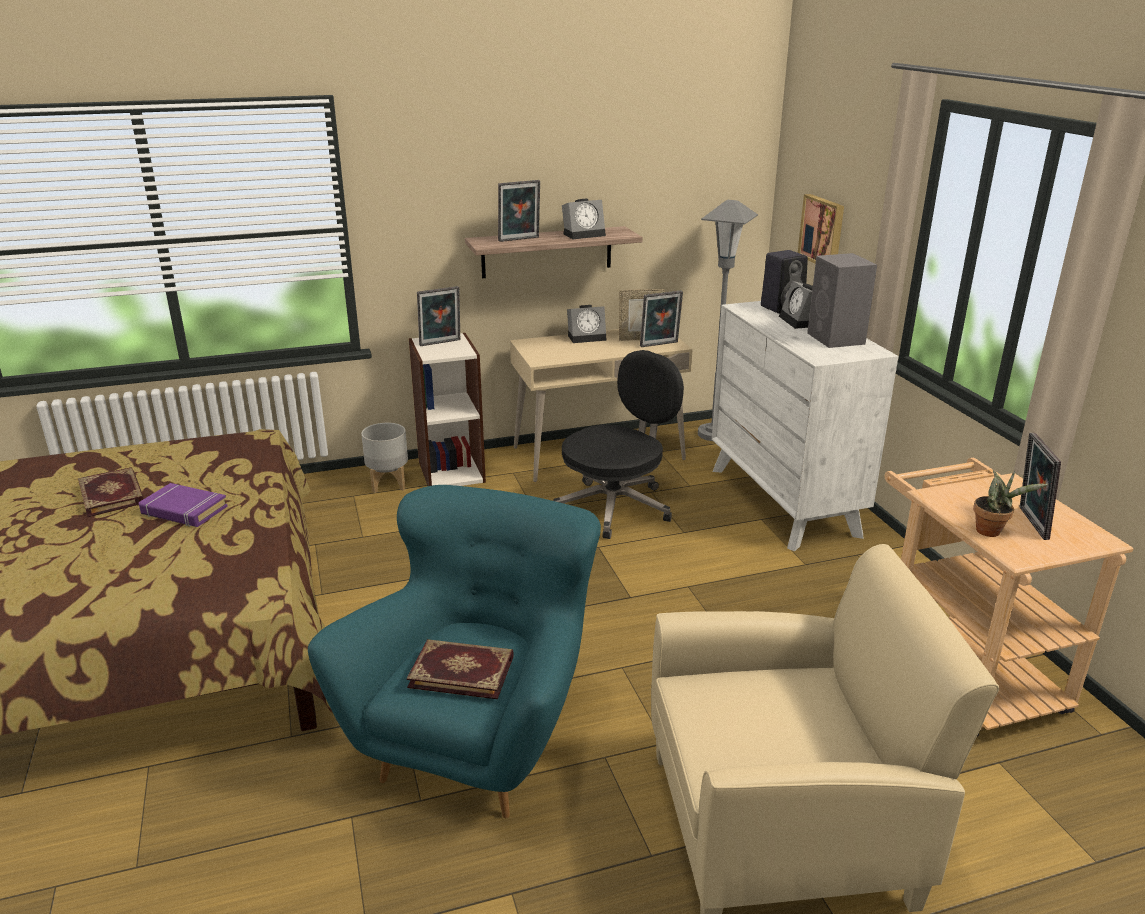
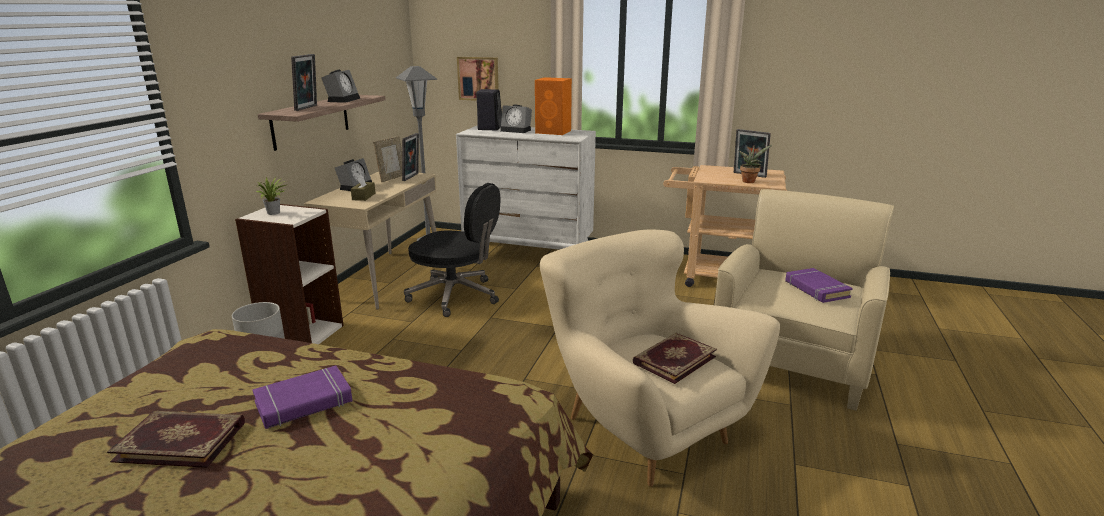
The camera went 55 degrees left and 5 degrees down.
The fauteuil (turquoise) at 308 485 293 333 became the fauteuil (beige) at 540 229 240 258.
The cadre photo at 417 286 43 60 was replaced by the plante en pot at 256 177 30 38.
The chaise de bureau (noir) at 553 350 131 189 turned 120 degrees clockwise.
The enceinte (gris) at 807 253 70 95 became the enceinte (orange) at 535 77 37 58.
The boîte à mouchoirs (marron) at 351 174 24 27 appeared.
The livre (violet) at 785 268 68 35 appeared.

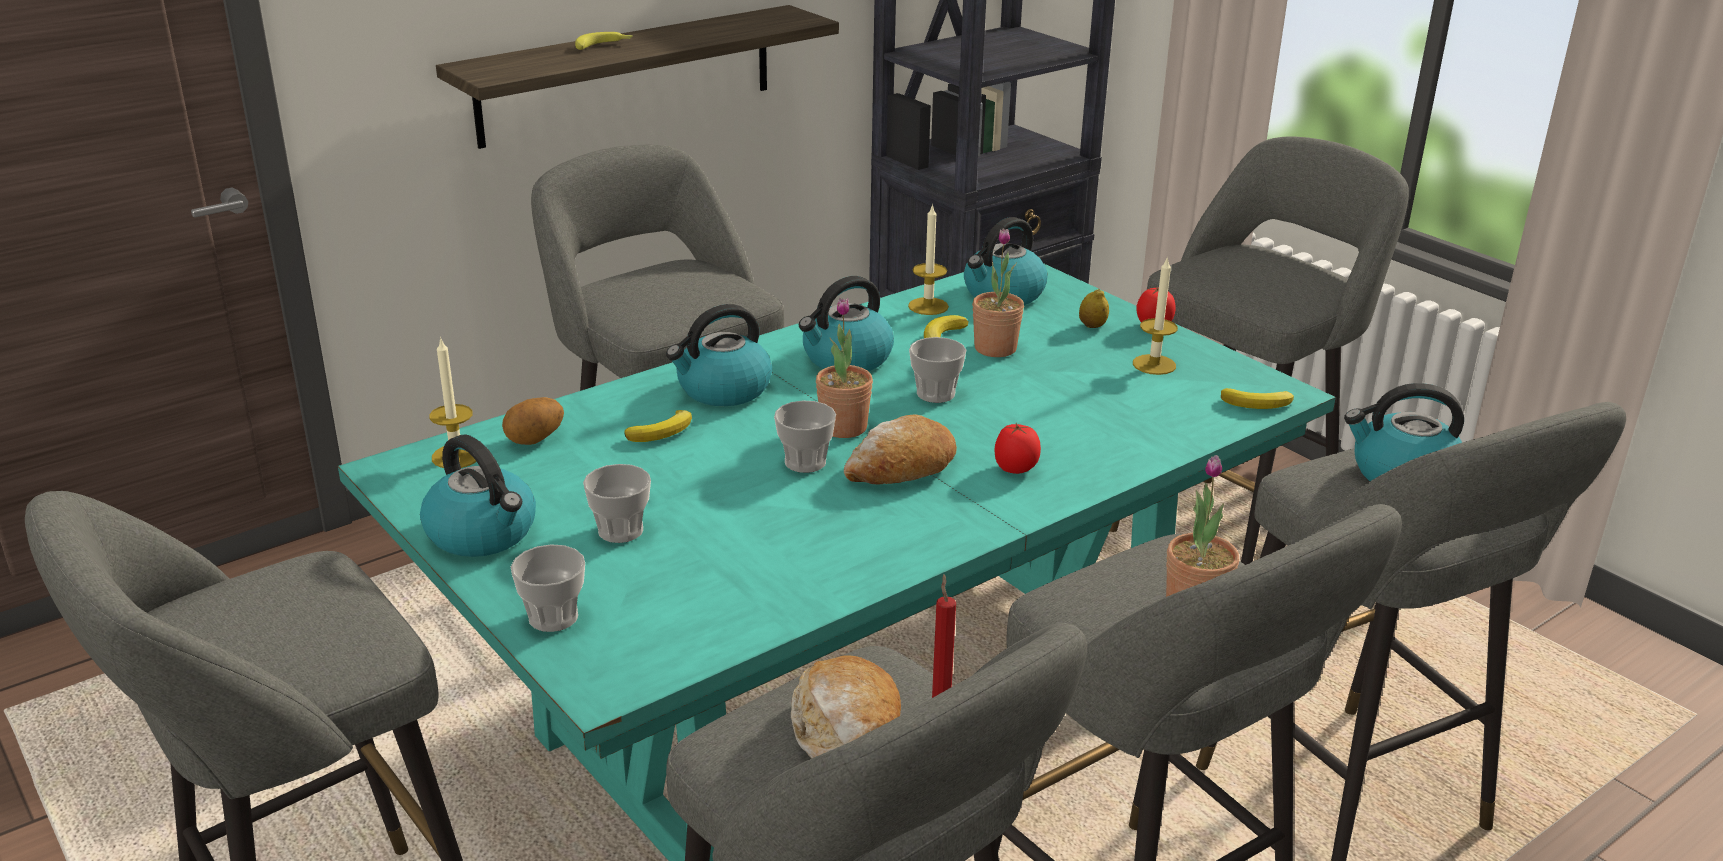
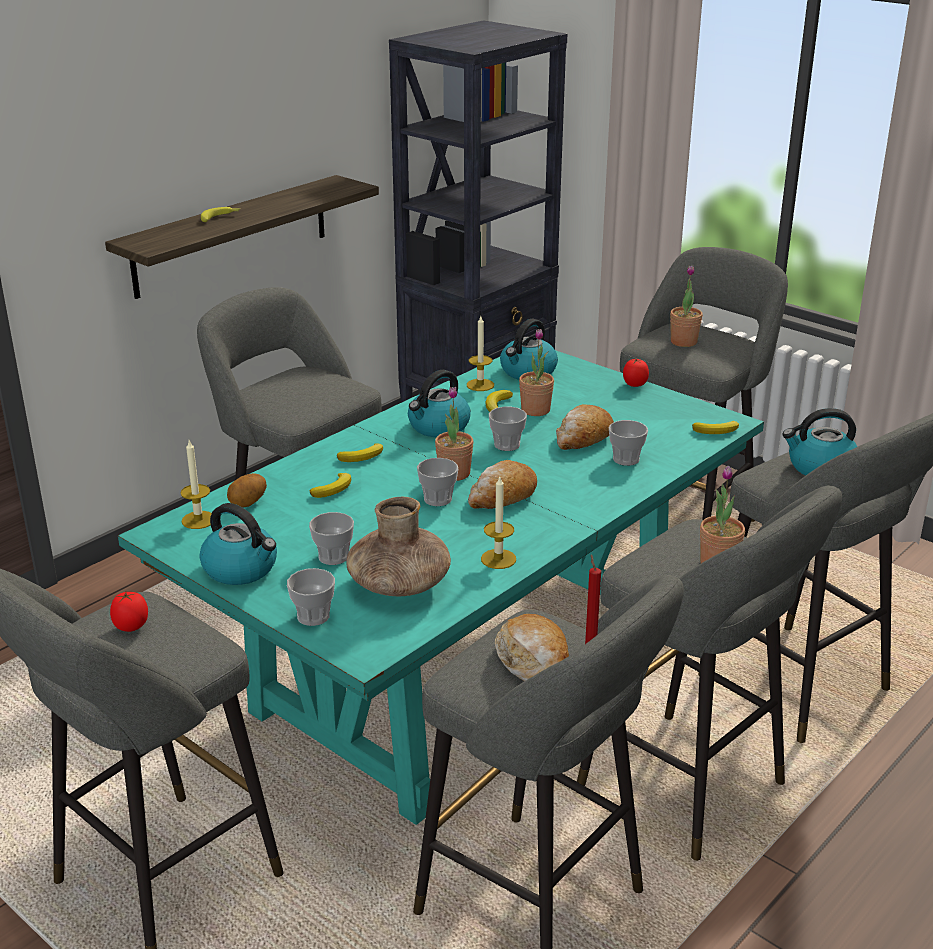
The camera went 10 degrees left and 0 degrees up.
The bouilloire at 666 304 106 102 was replaced by the banane at 337 443 46 19.
The tomate moved from 994 423 47 51 to 110 592 38 40.
The citron at 1079 289 30 39 disappeared.
The bougie moved from 1133 256 45 119 to 481 477 35 92.
The vase (marron) at 347 497 104 99 appeared.
The pain at 556 404 58 46 appeared.
The tasse at 609 420 39 46 appeared.
The plante en pot at 670 266 33 81 appeared.

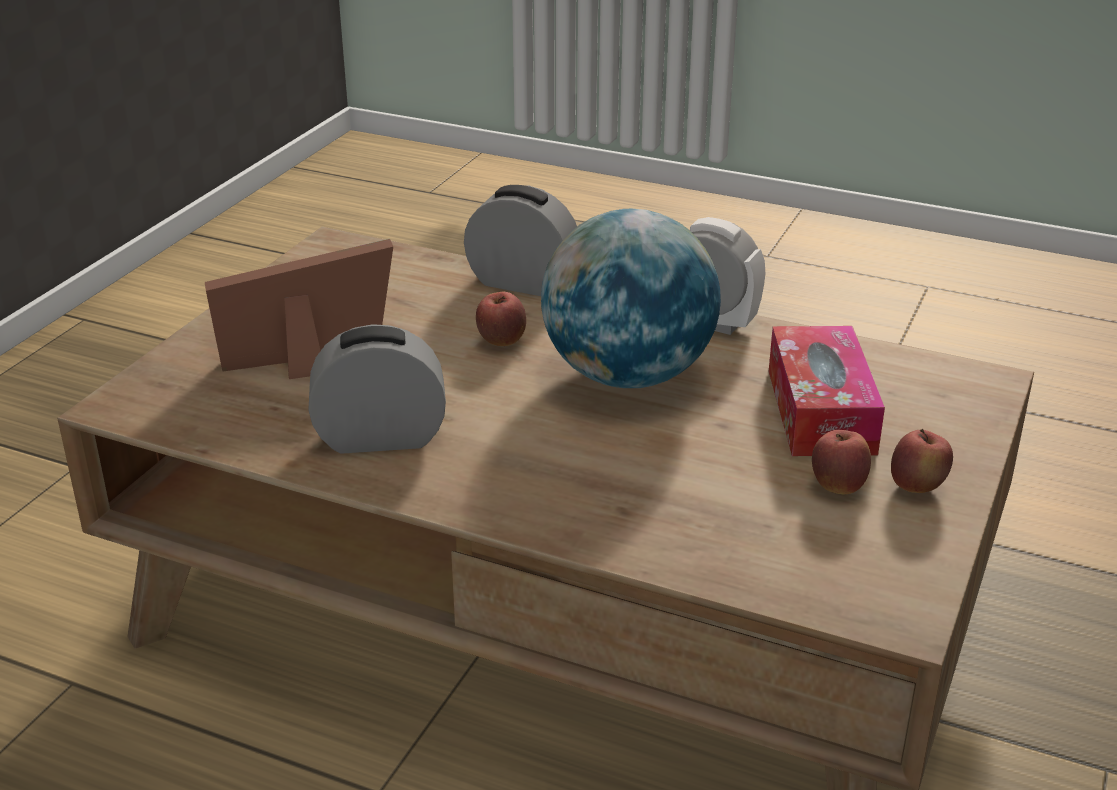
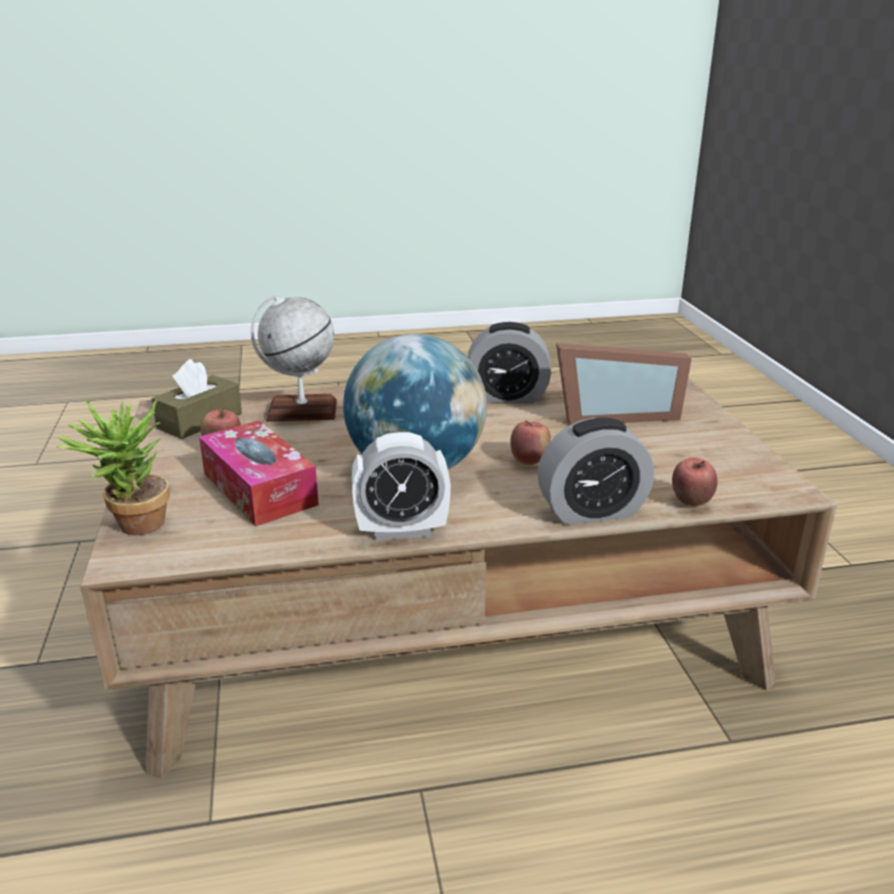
The camera went 145 degrees right and 5 degrees down.
The cadre photo at 205 239 188 140 turned 45 degrees clockwise.
The réveil at 308 324 138 130 turned 45 degrees clockwise.
The pomme moved from 891 429 62 64 to 672 457 46 49.
The plante en pot at 57 399 113 136 appeared.
The boîte à mouchoirs (marron) at 151 359 91 80 appeared.
The globe at 251 294 86 128 appeared.

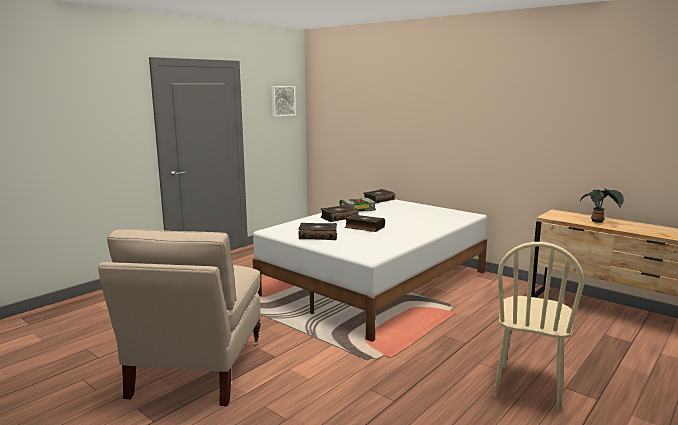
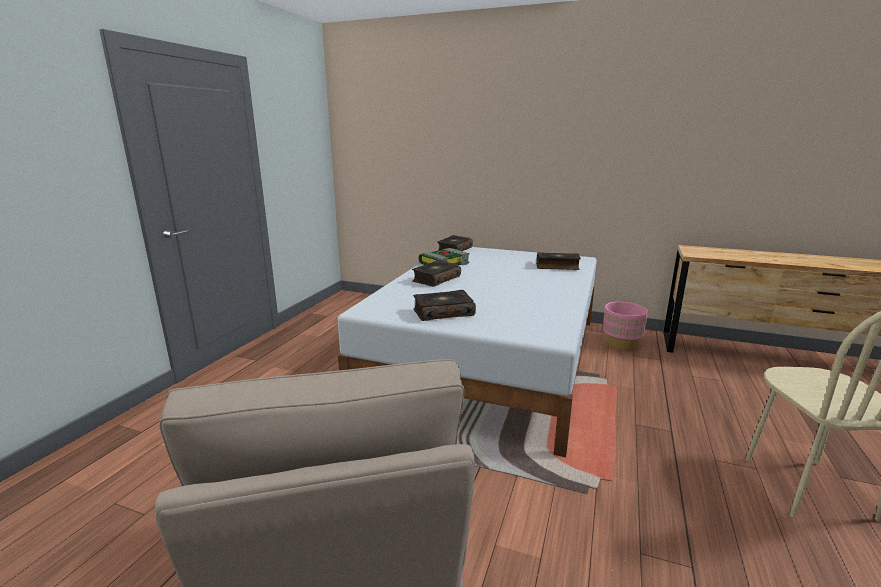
The camera went 20 degrees left and 5 degrees up.
The tableau at 271 86 25 31 disappeared.
The livre moved from 345 214 40 18 to 536 252 45 18.
The plante en pot at 580 188 44 35 disappeared.
The cache-pot (rose) at 603 302 45 48 appeared.

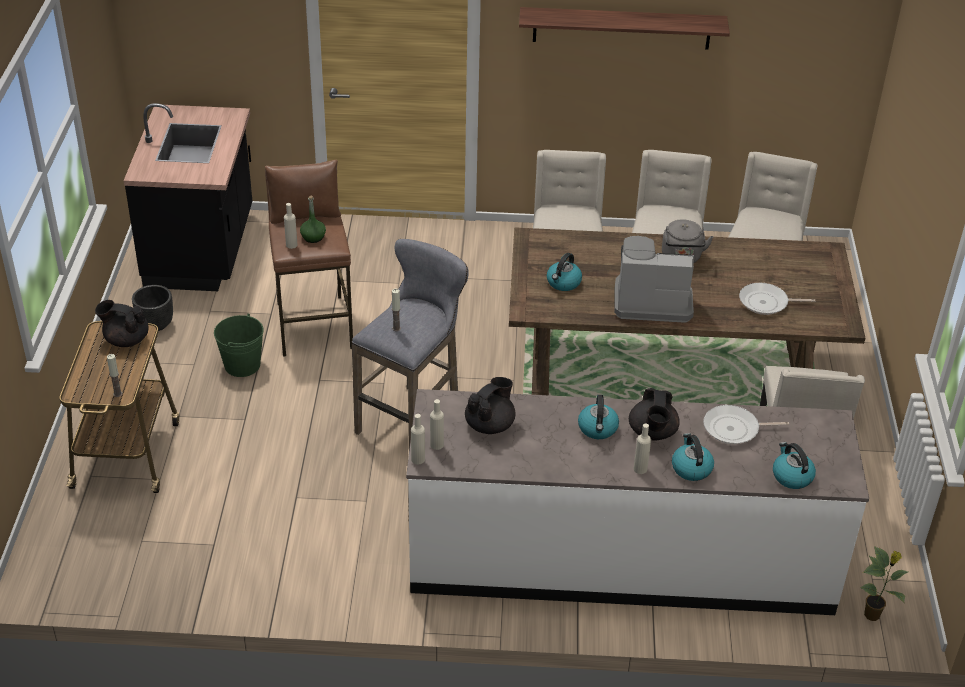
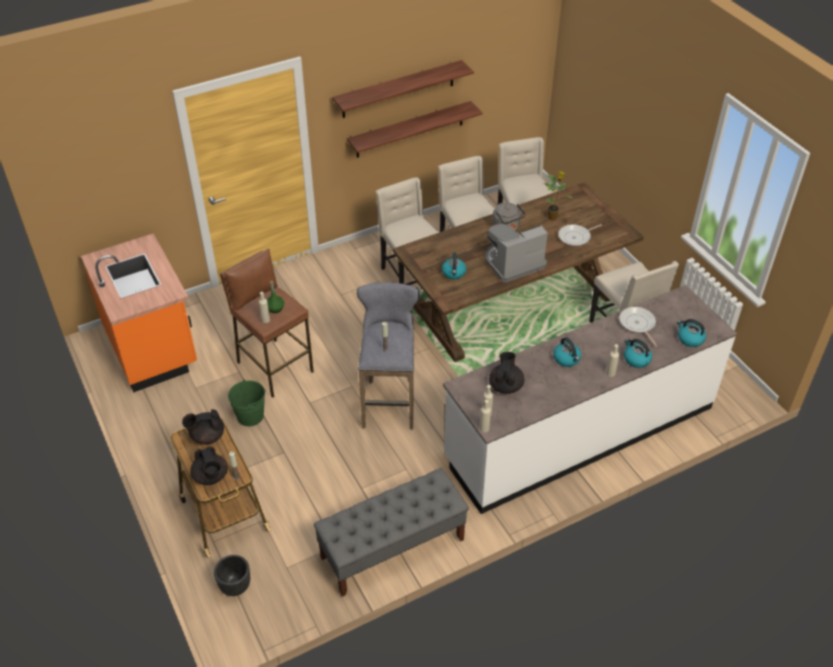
The camera went 30 degrees left and 5 degrees up.
The comptoir de cuisine (noir) at 124 103 128 188 became the comptoir de cuisine (orange) at 81 233 116 160.
The cache-pot (noir) moved from 132 285 41 46 to 214 555 36 41.
The théière (noir) moved from 629 388 51 53 to 190 447 38 38.
The poêle at 703 405 86 39 turned 105 degrees clockwise.
The plante en pot moved from 860 546 48 75 to 542 171 31 49.
The banc (gris) at 314 468 155 129 appeared.
The étagère at 347 101 136 57 appeared.

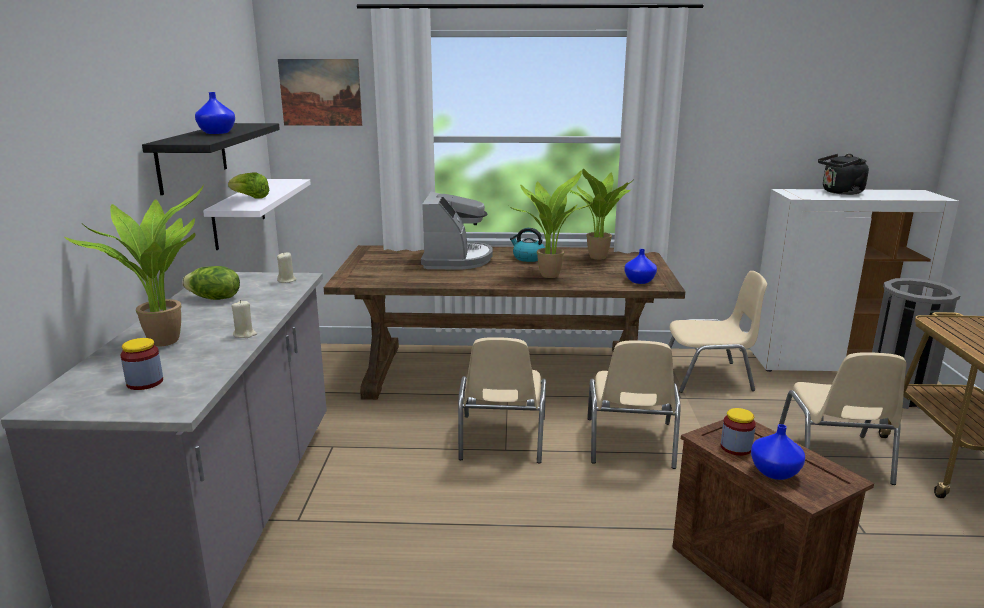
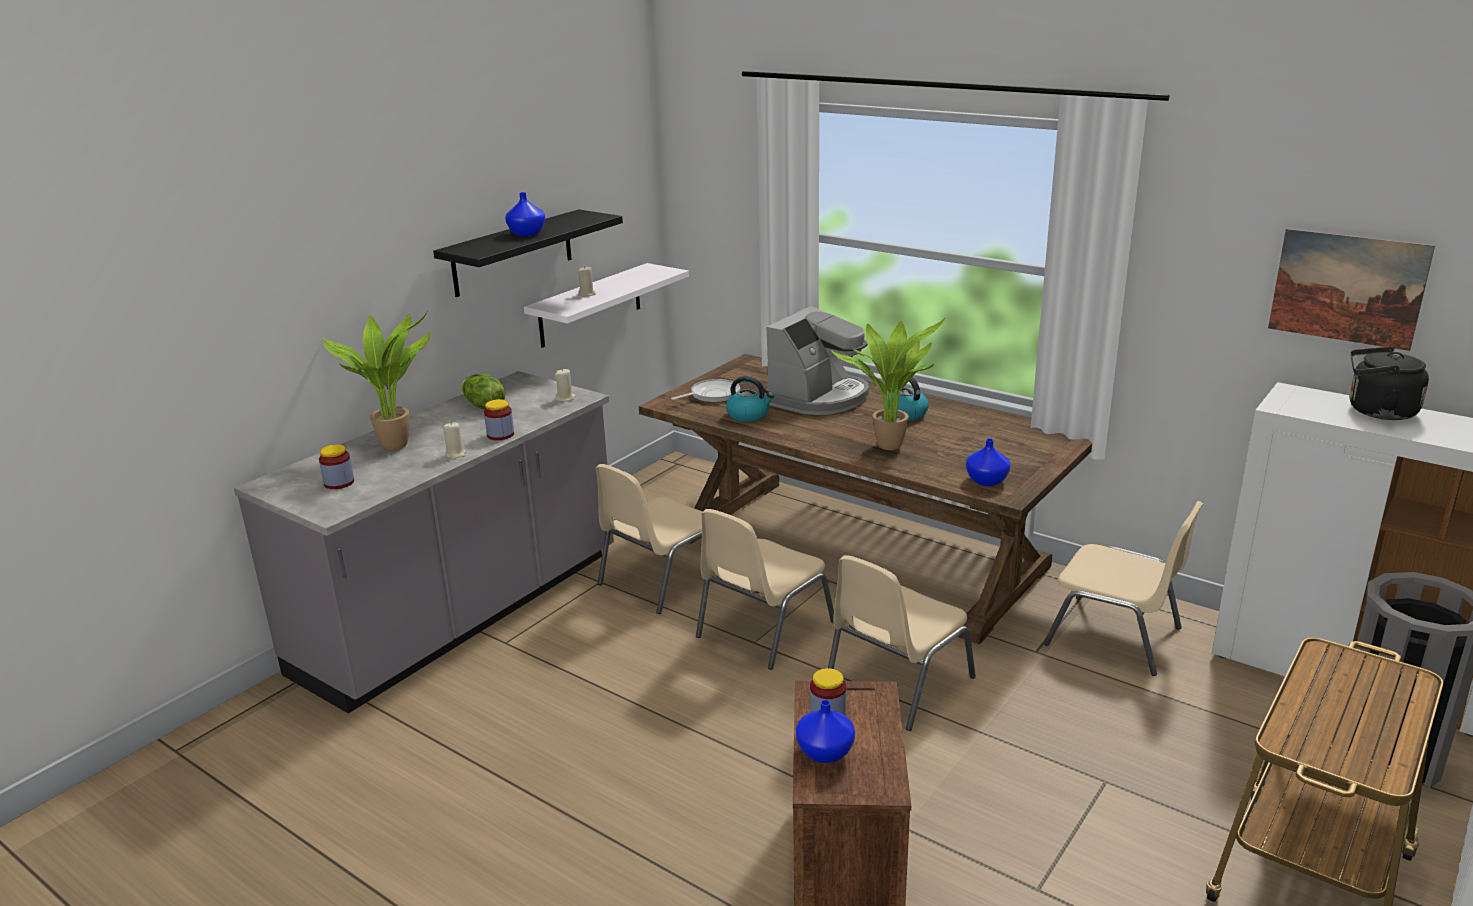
The camera went 35 degrees right and 5 degrees up.
The laitue at 228 172 41 27 was replaced by the bougie (beige) at 578 266 18 31.
The tableau moved from 278 59 84 67 to 1268 228 167 123.
The plante en pot at 569 169 63 91 disappeared.
The chaise (beige) moved from 779 352 128 133 to 596 464 107 150.
The bocal at 484 399 30 41 appeared.
The poêle at 671 379 69 23 appeared.
The bouilloire at 726 376 48 46 appeared.

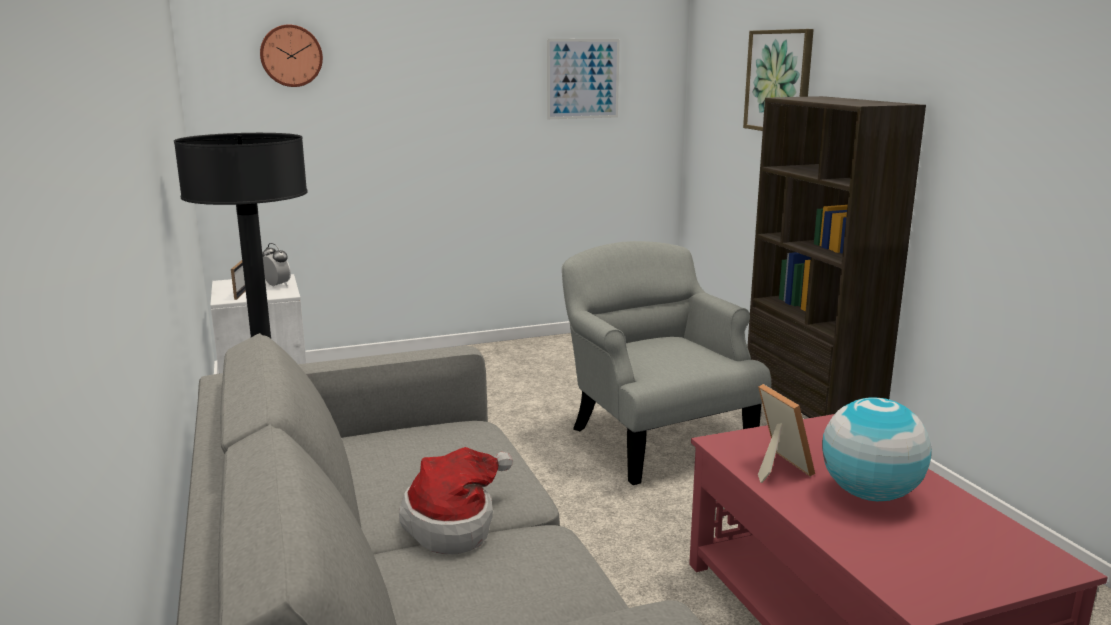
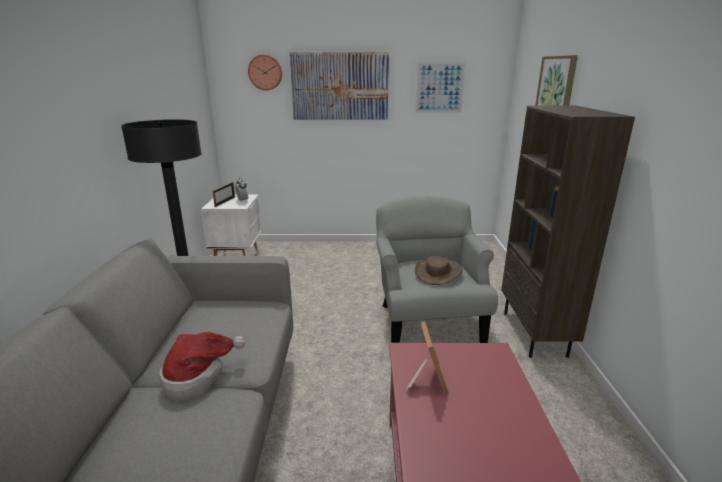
The camera went 20 degrees right and 5 degrees up.
The globe at 822 397 110 104 disappeared.
The tableau at 290 52 99 68 appeared.
The chapeau (marron) at 415 256 48 29 appeared.

